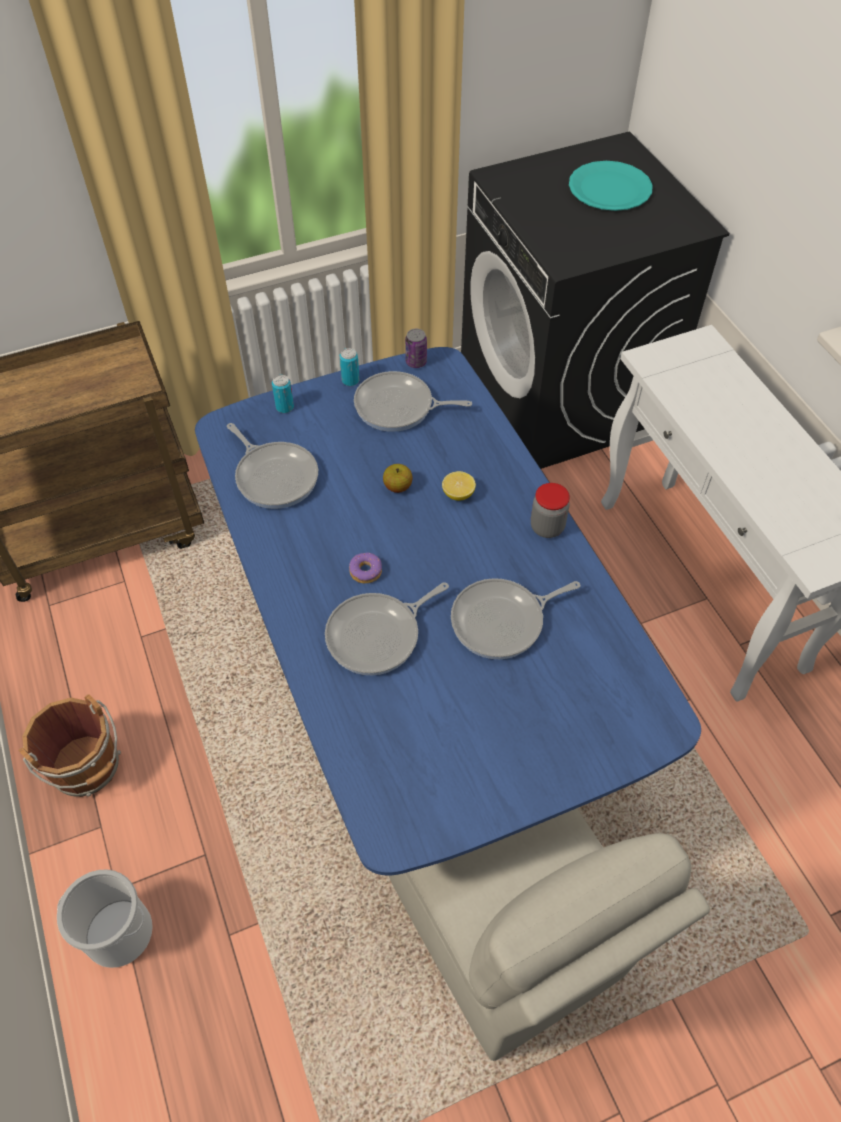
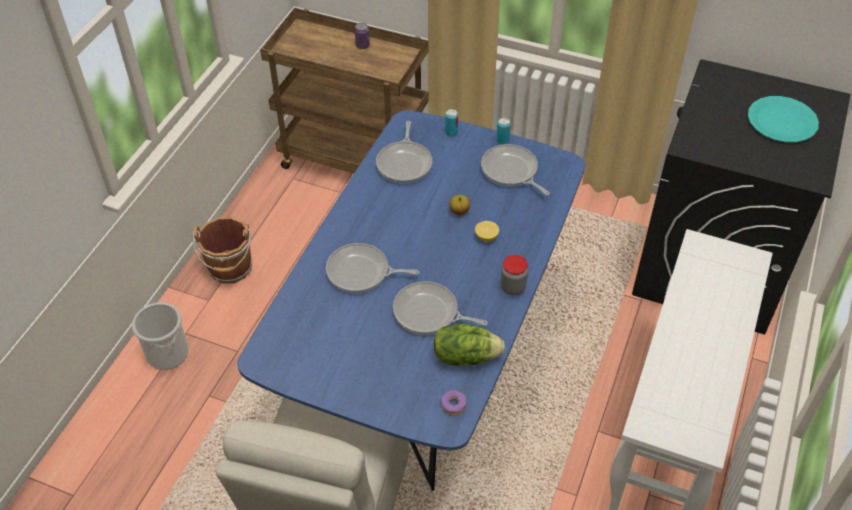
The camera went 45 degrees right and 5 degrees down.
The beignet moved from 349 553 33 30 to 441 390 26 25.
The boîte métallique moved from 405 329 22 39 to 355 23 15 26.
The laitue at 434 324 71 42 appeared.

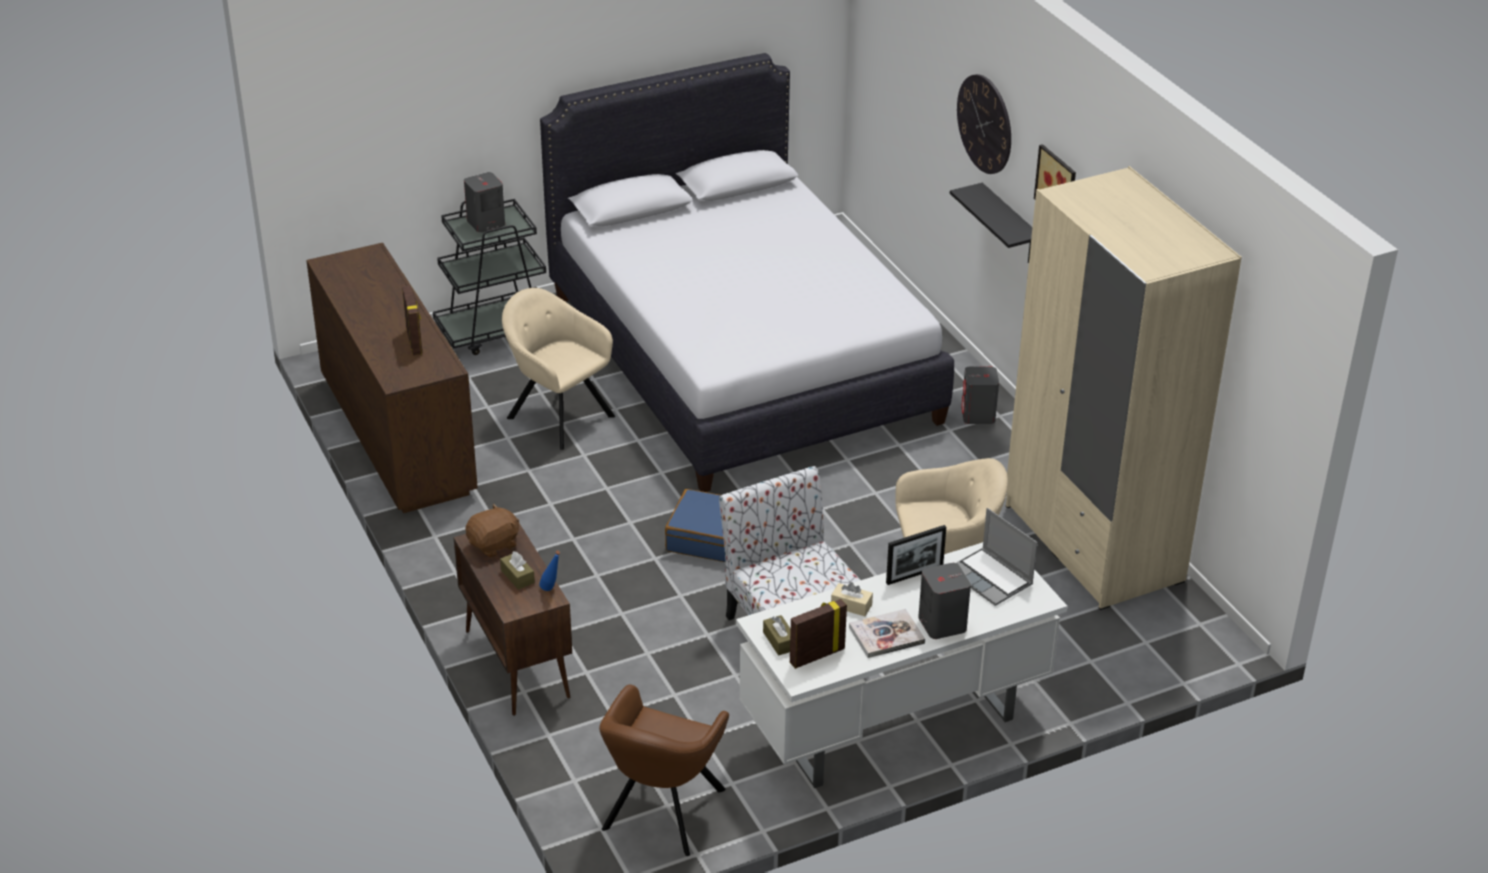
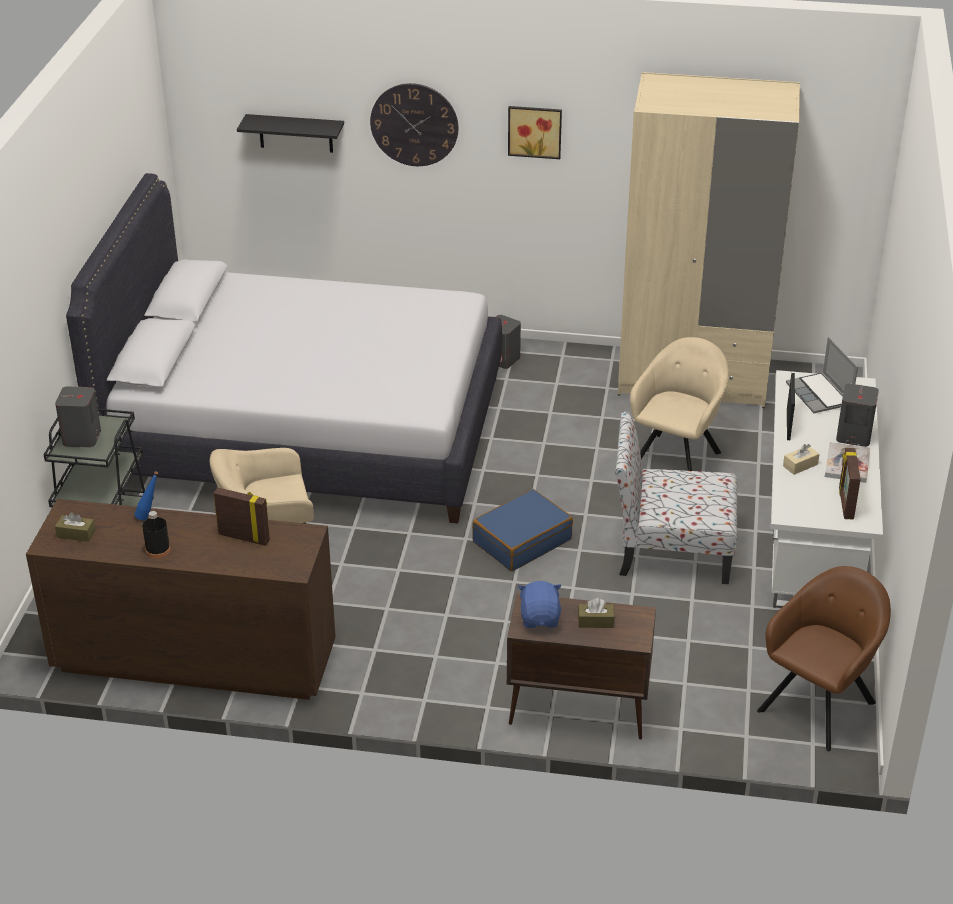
The camera went 55 degrees left and 0 degrees up.
The peluche (marron) at 466 503 53 55 became the peluche (bleu) at 518 581 44 47.
The bouteille (bleu) moved from 539 551 21 40 to 134 471 24 49.
The fauteuil (marron) at 599 685 130 171 turned 105 degrees counterclockwise.
The boîte à mouchoirs (marron) moved from 763 615 28 41 to 55 512 41 30.
The étagère (noir) moved from 950 183 82 80 to 237 114 107 39.
The ordinateur portable at 956 508 81 98 turned 75 degrees clockwise.
The bouteille (noir) at 142 511 29 47 appeared.

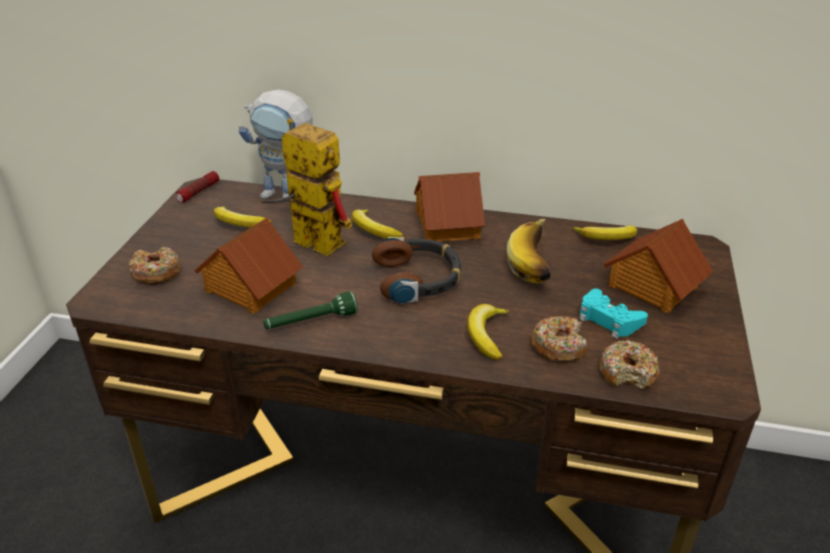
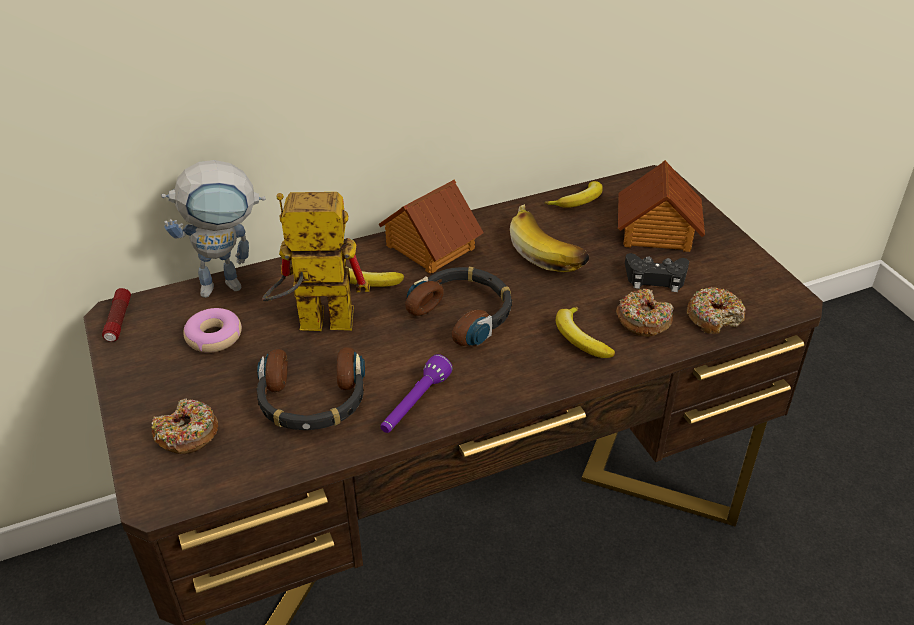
The camera went 35 degrees left and 5 degrees up.
The maison miniature at 194 217 109 97 was replaced by the casque audio at 257 347 108 83.
The banane at 214 206 58 21 was replaced by the beignet at 183 308 59 45.
The lampe de poche (vert) at 263 291 95 38 became the lampe de poche (violet) at 381 354 72 79.
The manette (turquoise) at 579 289 69 50 became the manette (noir) at 625 253 64 39.

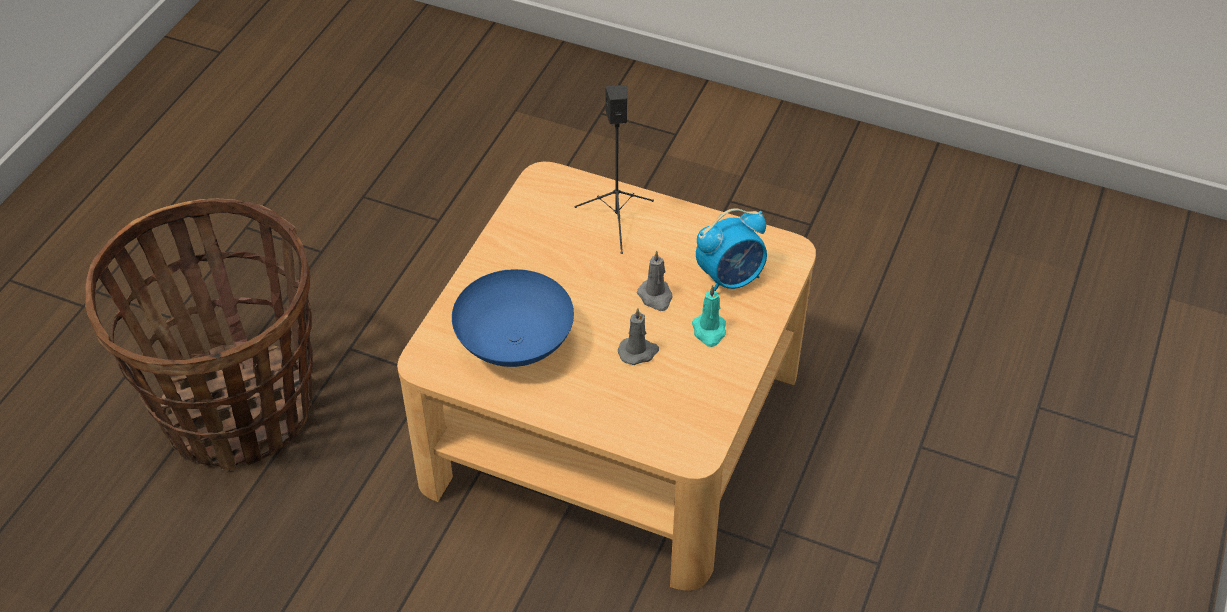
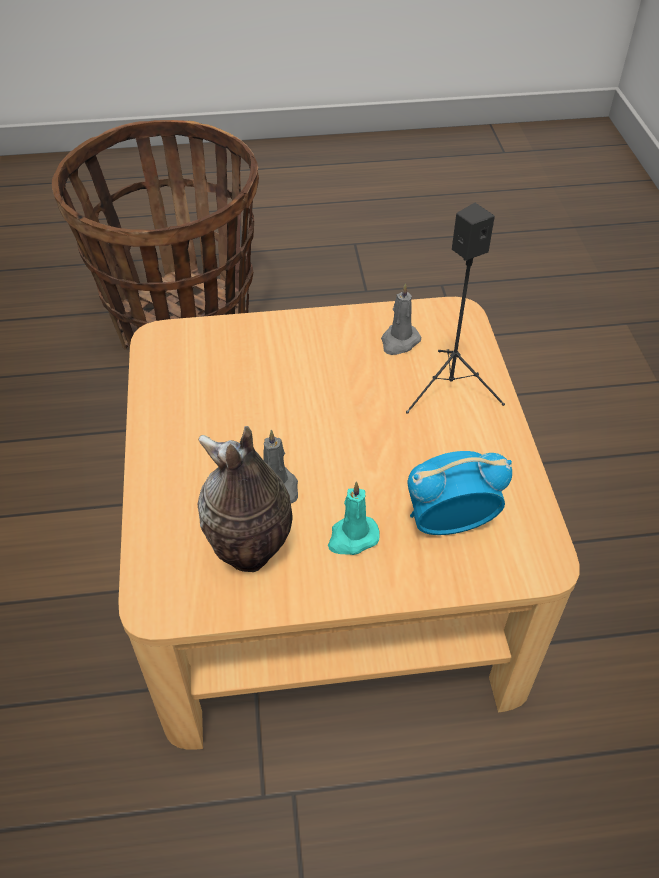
The camera went 60 degrees right and 0 degrees up.
The bol (bleu) at 452 269 122 98 disappeared.
The bougie (gris) moved from 637 251 35 60 to 381 283 40 72.
The réveil at 696 208 71 83 turned 135 degrees clockwise.
The vase at 197 426 95 146 appeared.

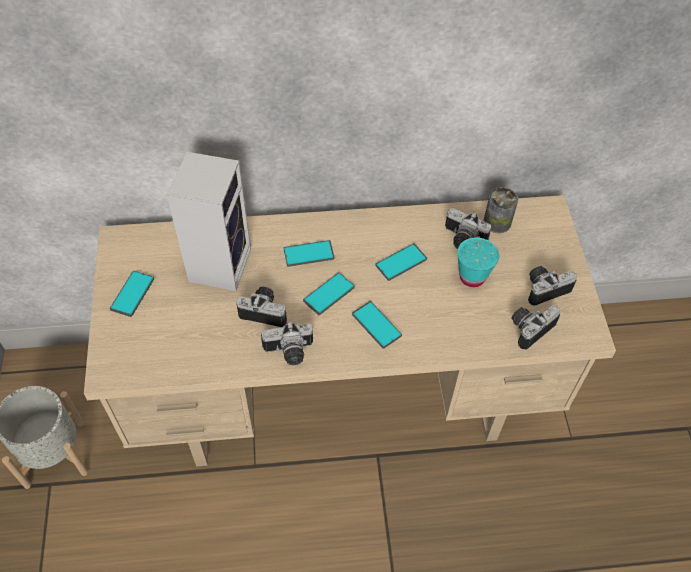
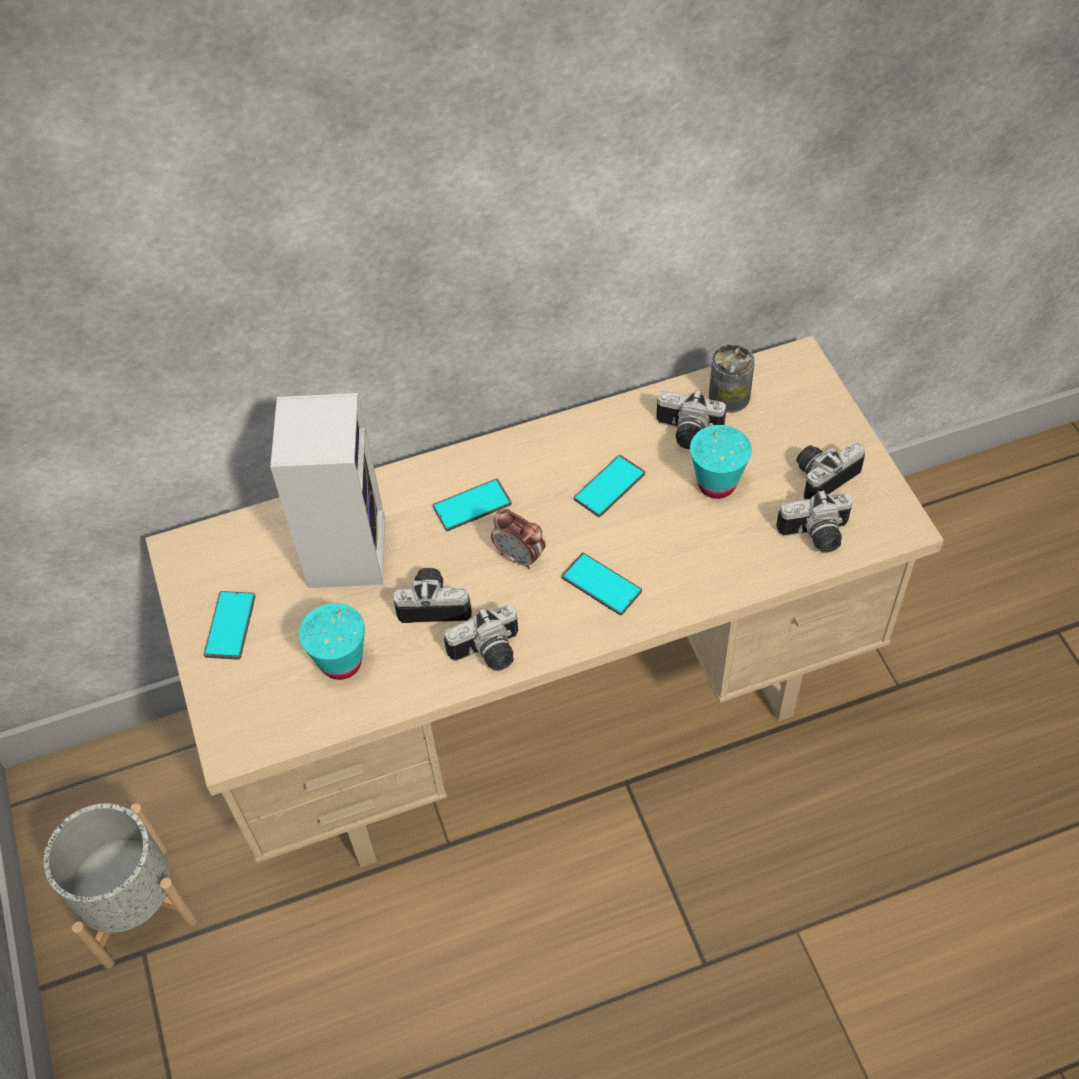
The camera went 10 degrees left and 0 degrees up.
The téléphone at 303 272 52 43 was replaced by the réveil at 491 509 55 60.
The appareil photo at 511 305 50 45 turned 135 degrees counterclockwise.
The tasse (turquoise) at 299 603 66 77 appeared.

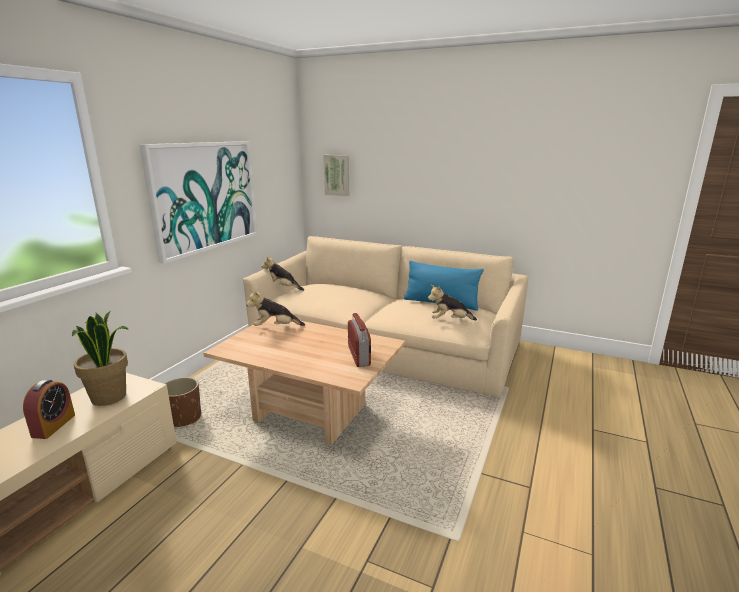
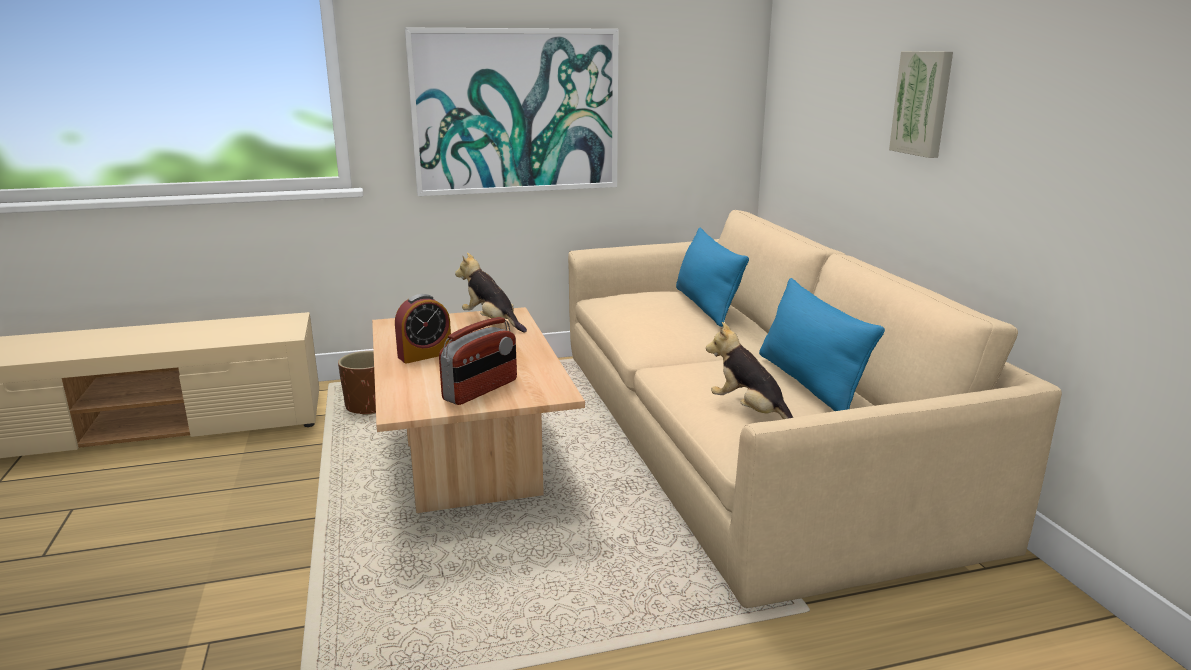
The camera went 50 degrees right and 0 degrees up.
The réveil moved from 23 380 52 59 to 395 294 56 70.
The plante en pot at 72 311 56 95 disappeared.
The peluche at 261 256 43 35 disappeared.
The tableau moved from 323 155 26 41 to 889 51 64 107.
The coussin (bleu) at 676 228 73 99 appeared.

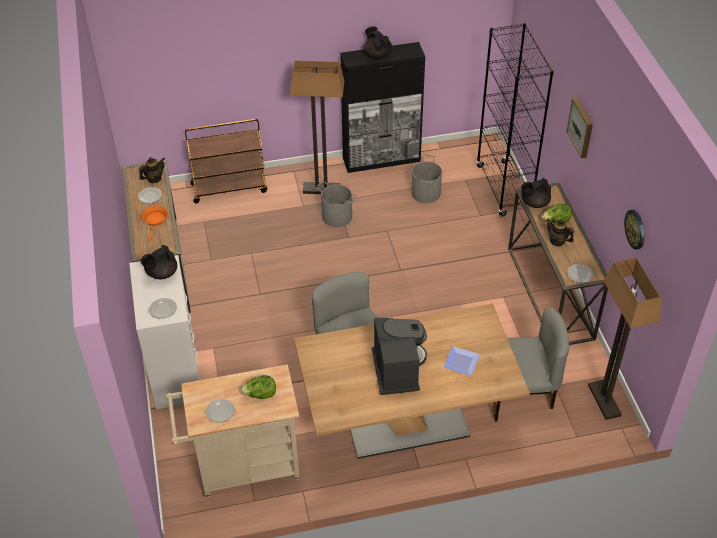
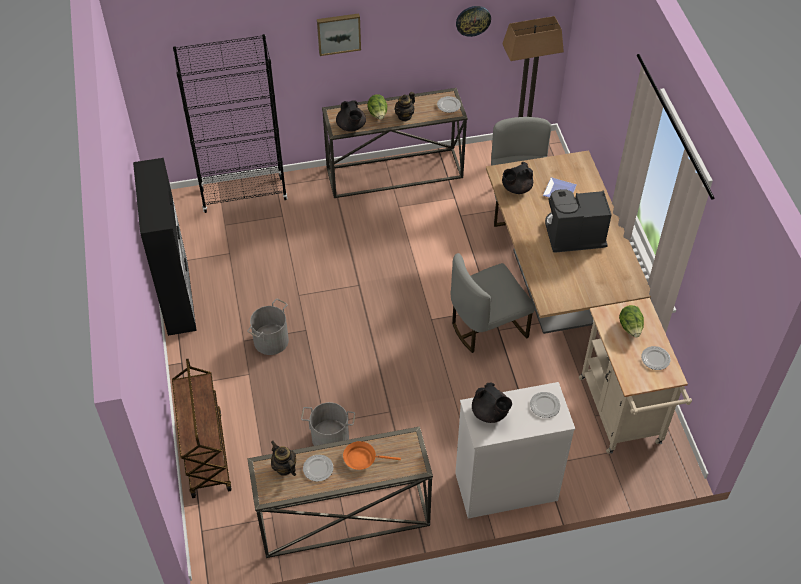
The camera went 90 degrees left and 5 degrees up.
The lampadaire at 290 61 55 133 disappeared.
The théière (noir) moved from 364 27 28 32 to 502 162 31 32.
The seau (gris) moved from 411 155 31 48 to 301 402 54 44.

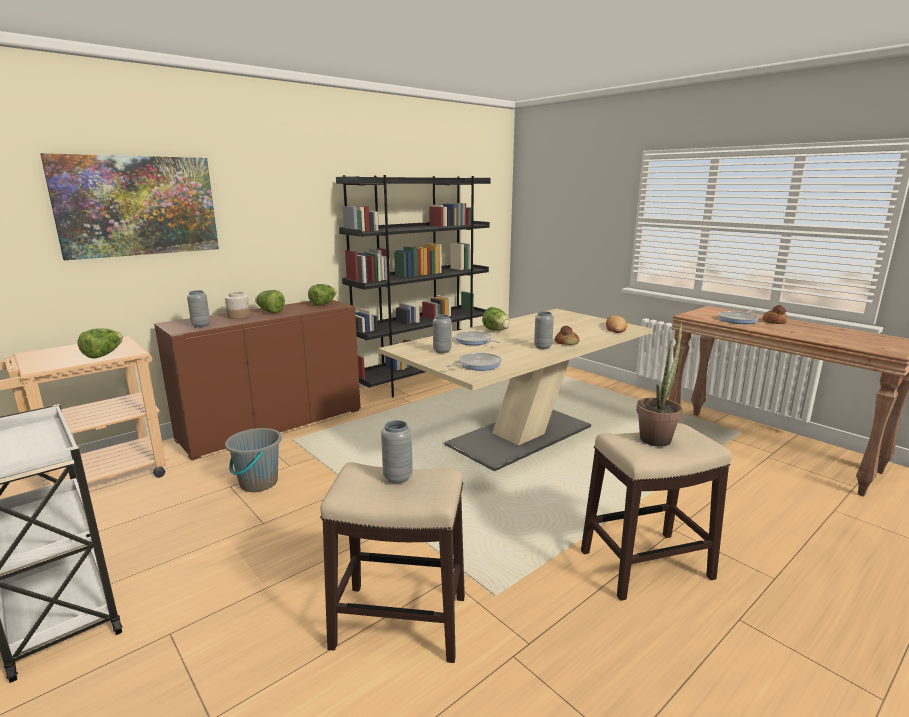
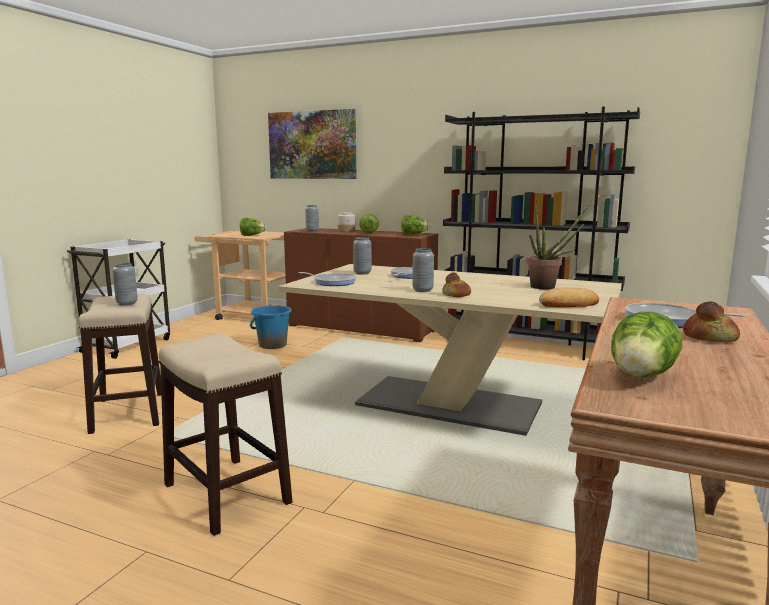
The camera went 65 degrees right and 5 degrees down.
The seau (gris) at 225 428 57 64 became the seau (bleu) at 250 305 42 44.
The laitue moved from 482 307 28 24 to 611 312 71 65.
The plante en pot moved from 636 322 47 125 to 527 198 66 91.

